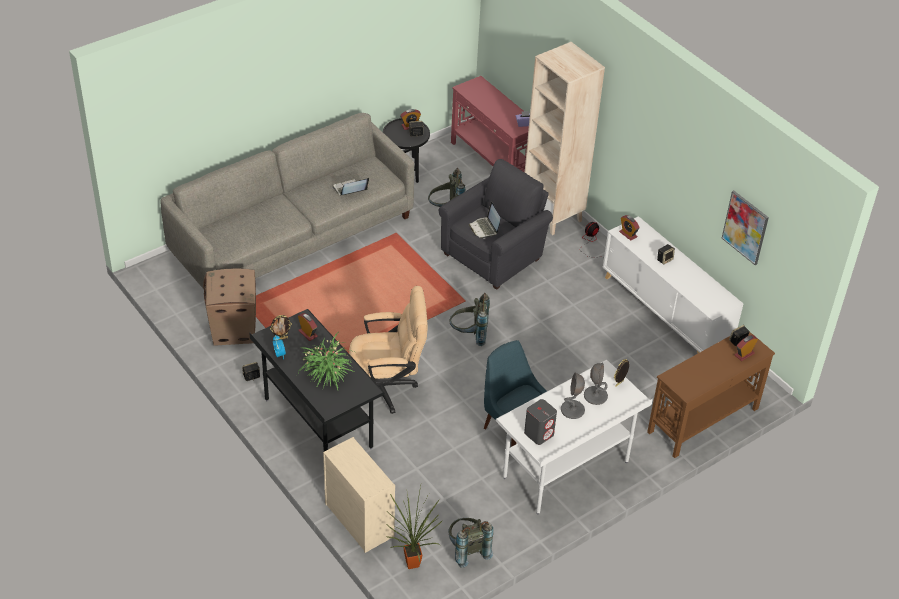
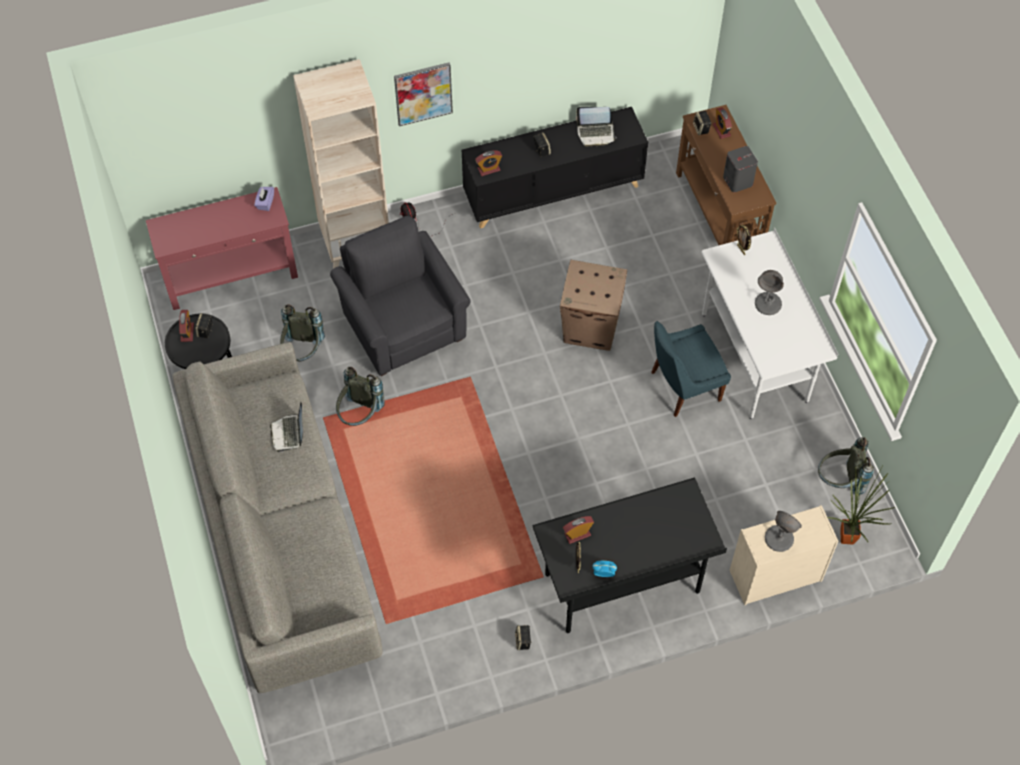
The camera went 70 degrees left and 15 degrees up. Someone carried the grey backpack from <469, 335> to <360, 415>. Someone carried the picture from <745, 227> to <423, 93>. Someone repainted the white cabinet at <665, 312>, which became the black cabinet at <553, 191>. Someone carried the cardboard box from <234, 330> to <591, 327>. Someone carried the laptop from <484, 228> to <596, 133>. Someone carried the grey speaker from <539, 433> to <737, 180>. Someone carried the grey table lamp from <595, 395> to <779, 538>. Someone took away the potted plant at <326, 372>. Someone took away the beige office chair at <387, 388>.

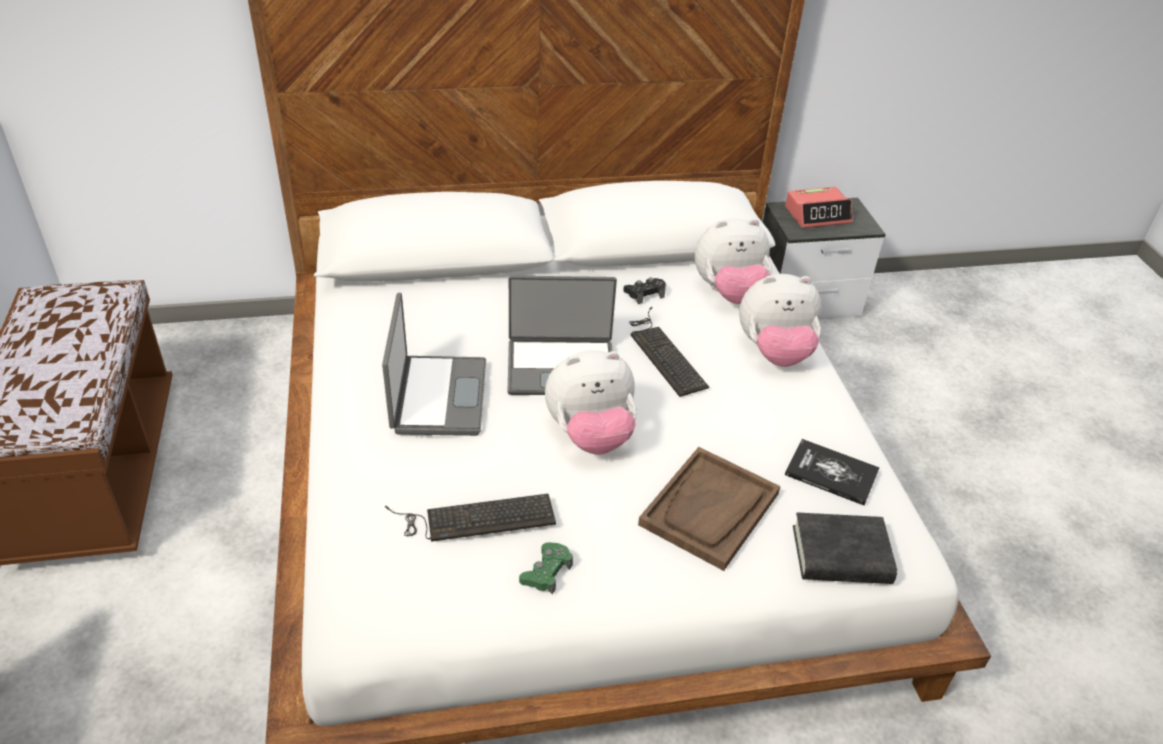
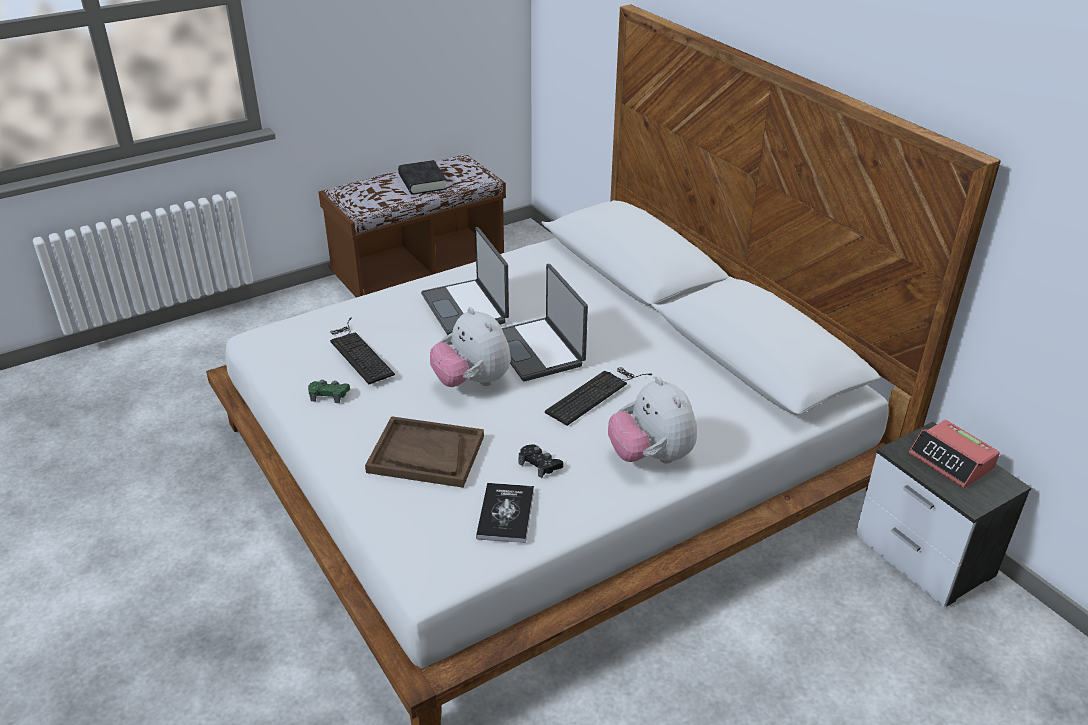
The camera went 70 degrees right and 5 degrees down. Someone carried the black book from <841, 555> to <422, 182>. Someone rotated the laptop at <437, 397> by 90 degrees clockwise. Someone carried the black game controller from <645, 294> to <540, 464>. Someone took away the plush toy at <729, 293>.

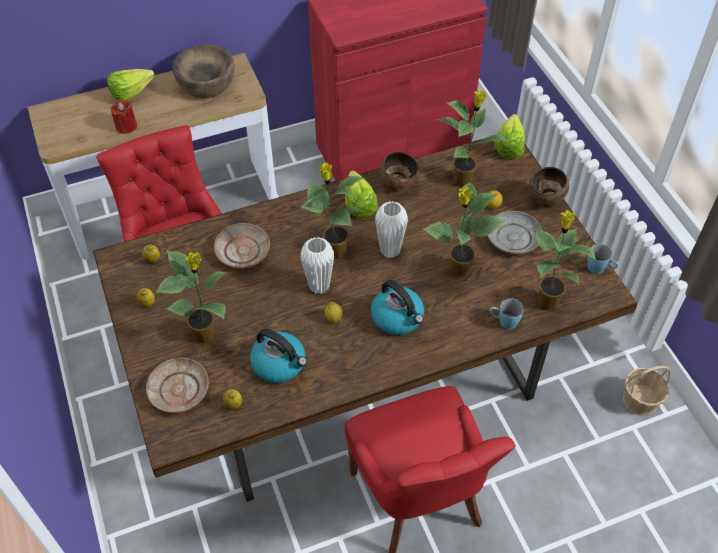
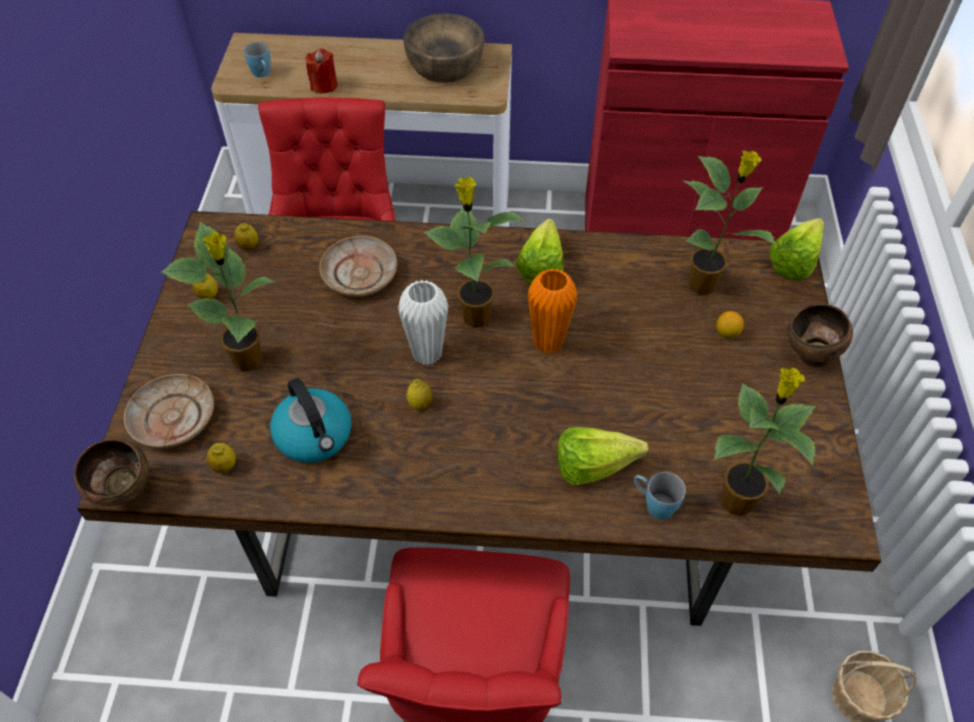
The camera went 25 degrees right and 0 degrees up. Someone carried the brown bowl from <399, 185> to <126, 492>. Someone carried the blue mug from <600, 269> to <263, 74>. Someone repainted the white vase at <390, 250>, which became the orange vase at <548, 342>. Someone carried the lettuce from <135, 92> to <600, 467>. Someone took away the kettle at <398, 318>. Someone took away the potted plant at <459, 270>. Someone took away the grey plate at <513, 238>.

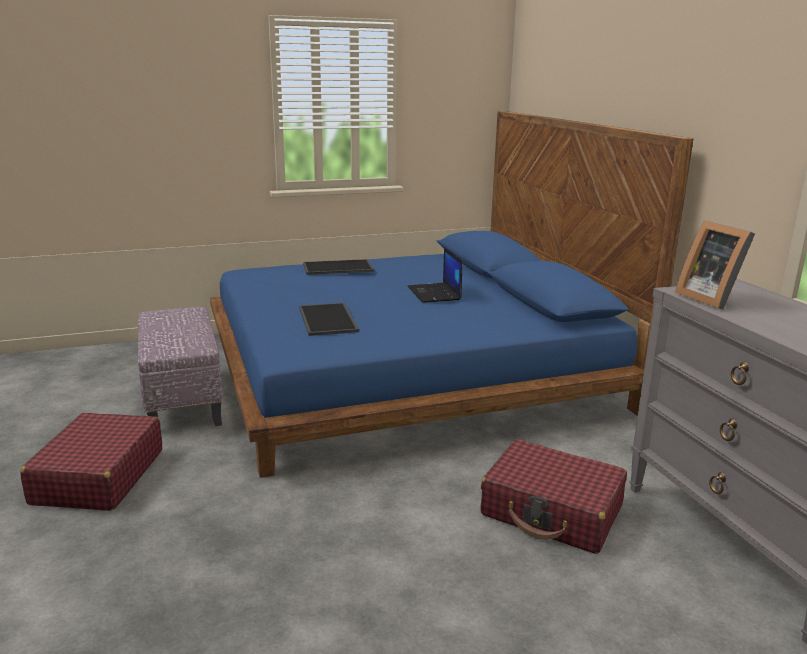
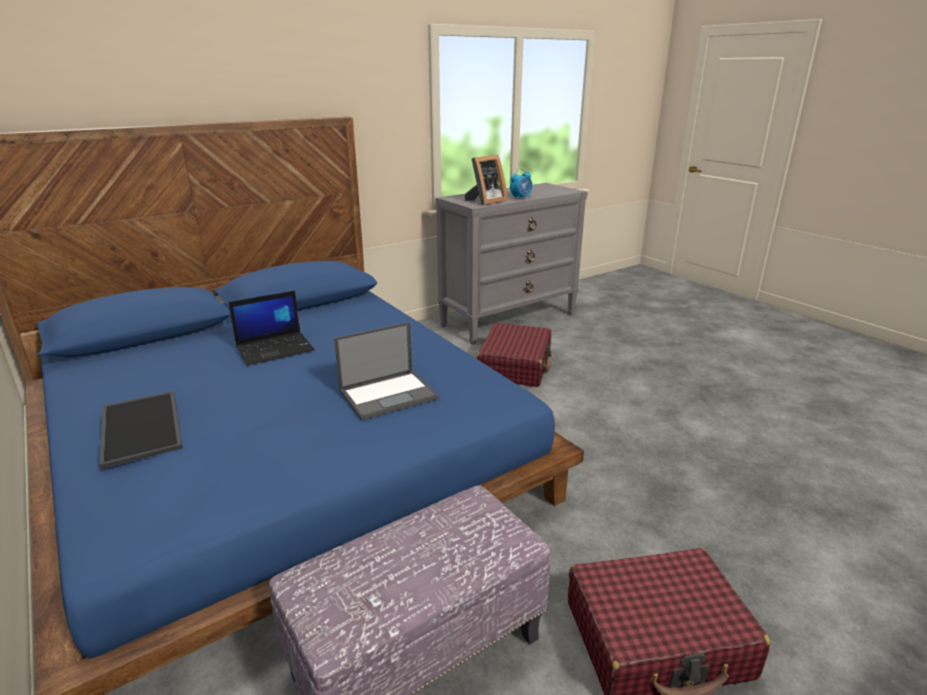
The camera went 105 degrees left and 5 degrees up. Someone swapped the tray at <329, 319> for the laptop at <389, 394>. Someone put down the alarm clock at <521, 198>.

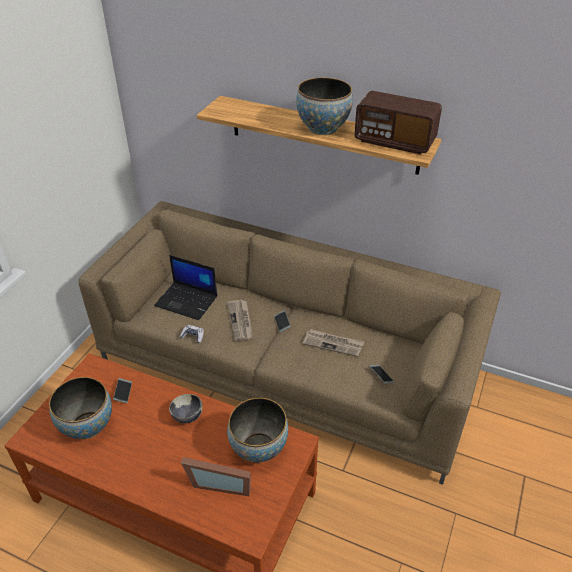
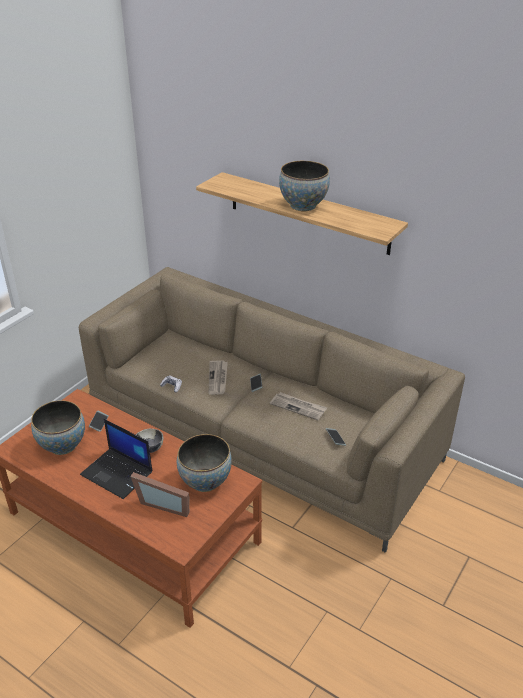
The camera went 10 degrees right and 5 degrees down. Someone carried the laptop from <187, 301> to <118, 473>. Someone took away the radio at <394, 141>.

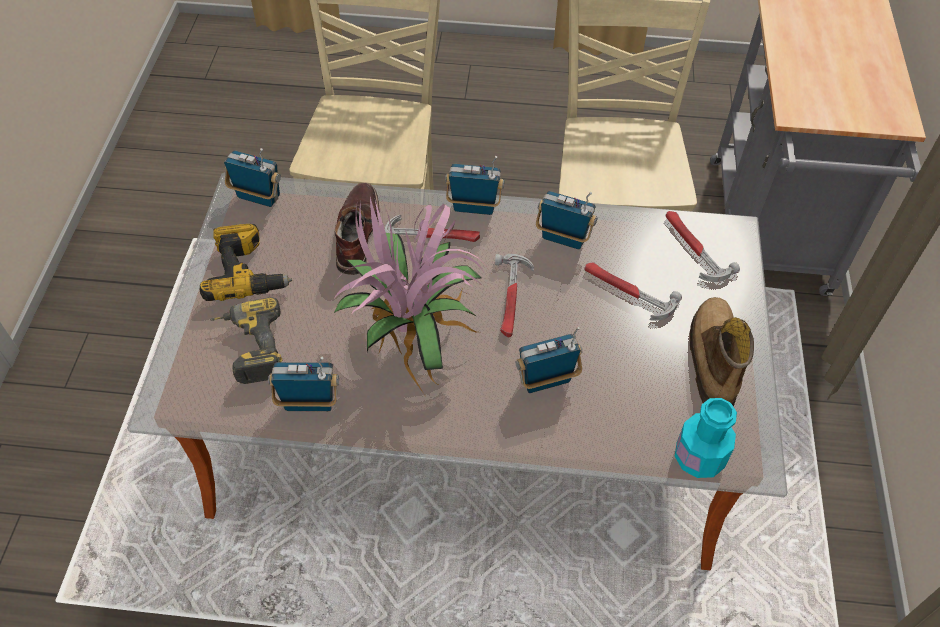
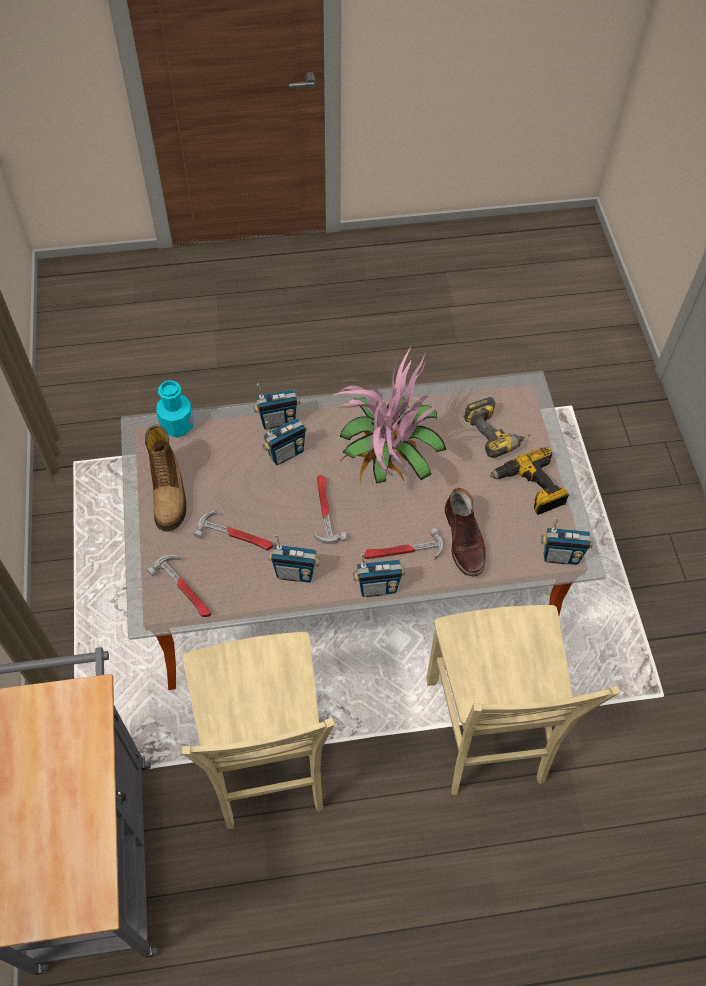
The camera went 165 degrees right and 5 degrees up. Someone carried the radio from <309, 404> to <278, 421>.

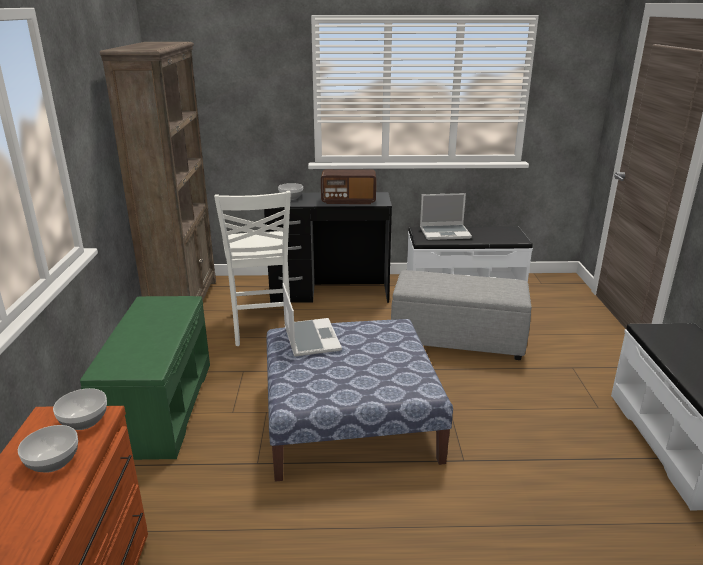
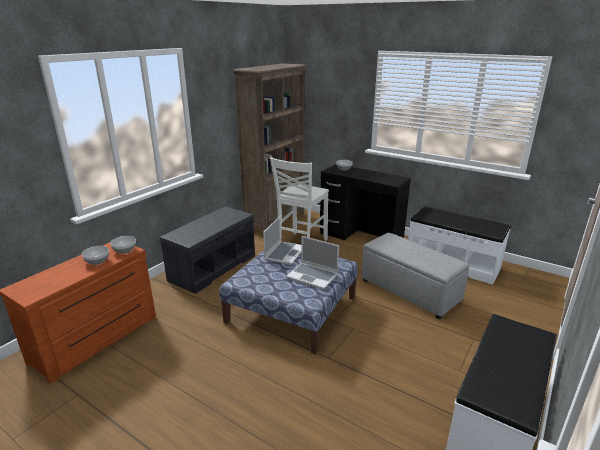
The camera went 35 degrees right and 0 degrees up. Someone repainted the green bench at <159, 406>, which became the grey bench at <213, 267>. Someone carried the laptop from <445, 233> to <313, 276>. Someone took away the radio at <348, 201>.

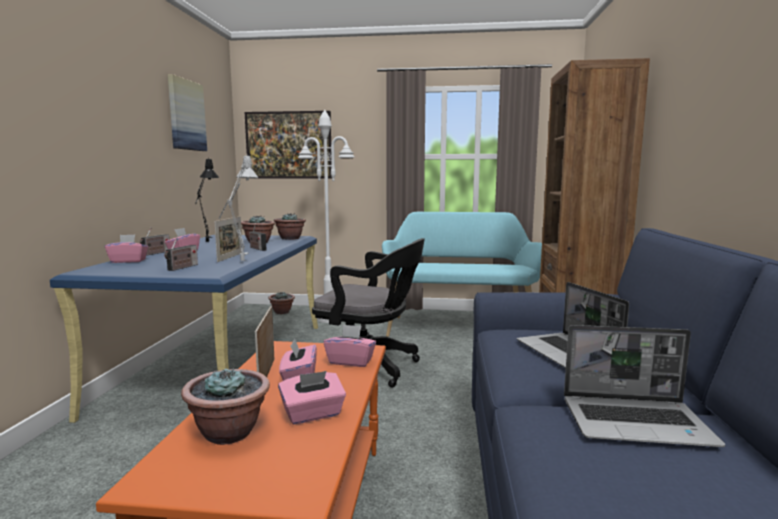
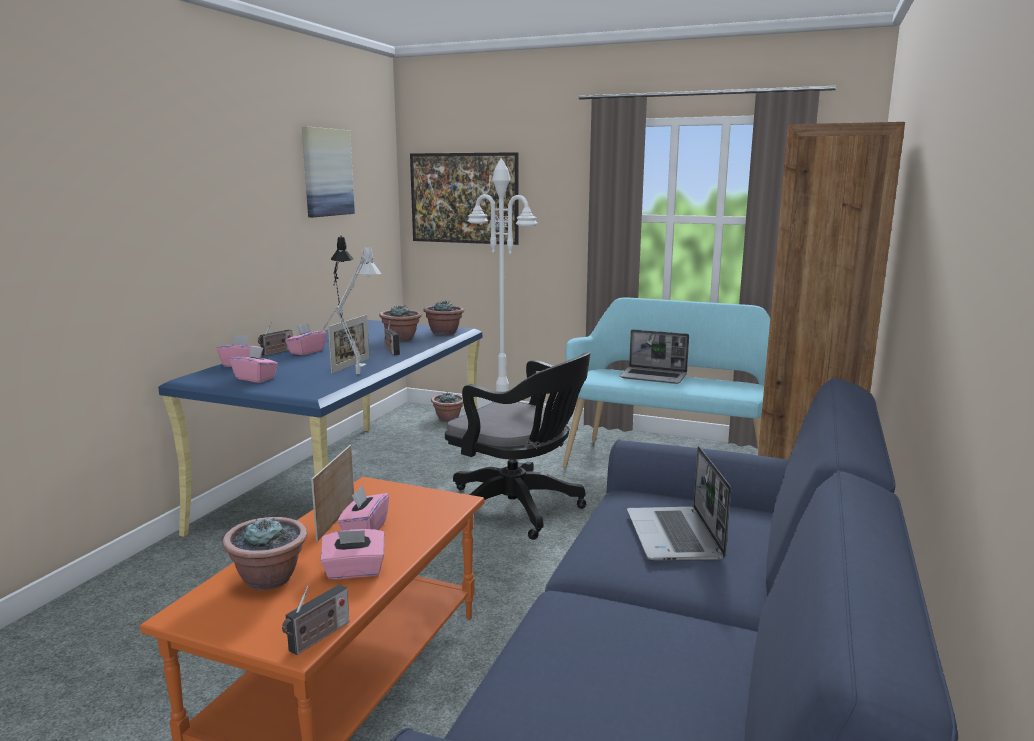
The camera went 15 degrees right and 5 degrees up. Someone carried the pink tissue box from <350, 361> to <255, 378>. Someone carried the radio from <182, 267> to <317, 638>. Someone carried the laptop from <637, 422> to <654, 377>.

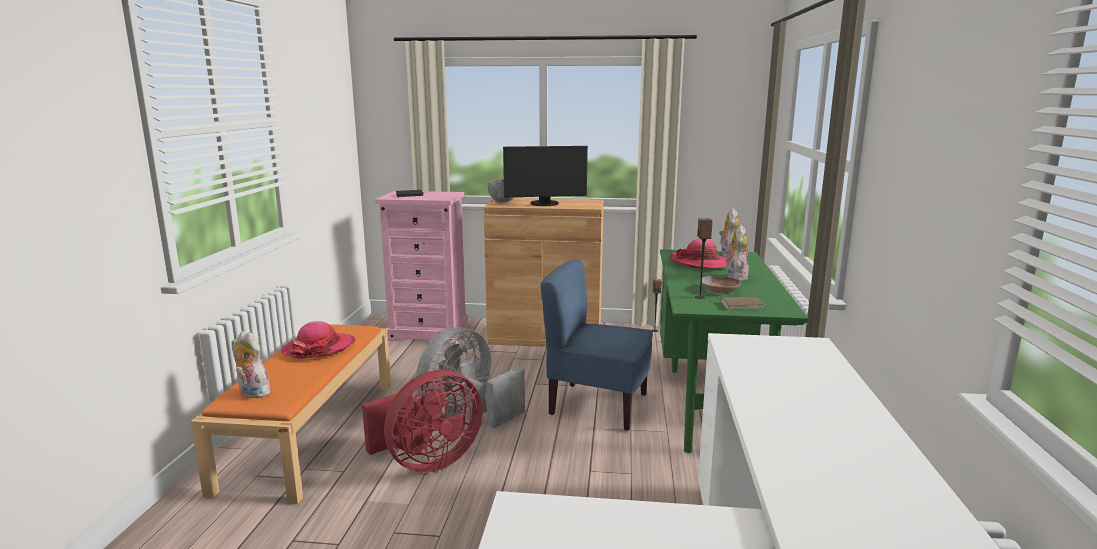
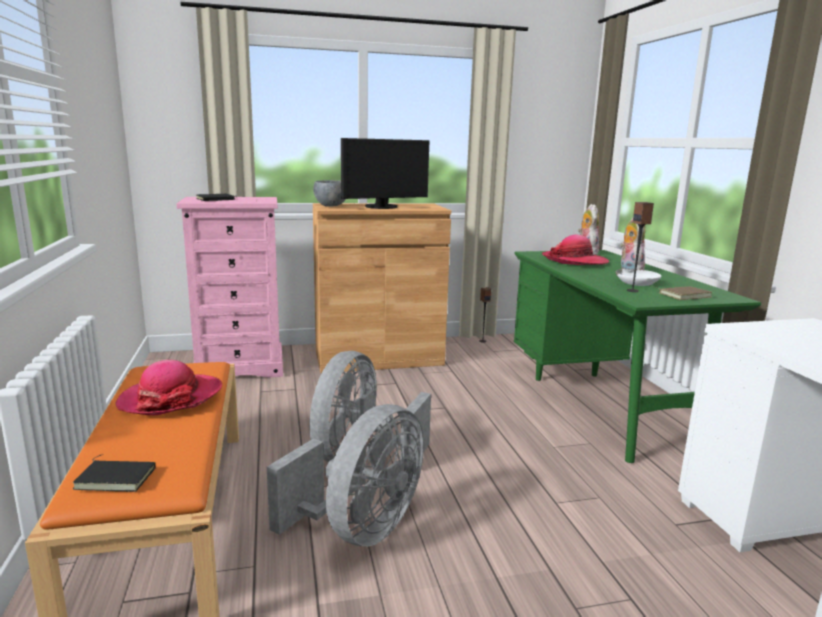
The camera went 20 degrees left and 0 degrees up. Someone swapped the plush toy at <252, 393> for the black book at <117, 478>. Someone repainted the red fan at <427, 462>, which became the grey fan at <360, 530>. Someone repainted the brown bowl at <720, 290>, which became the white bowl at <638, 283>. Someone took away the blue chair at <598, 405>.

